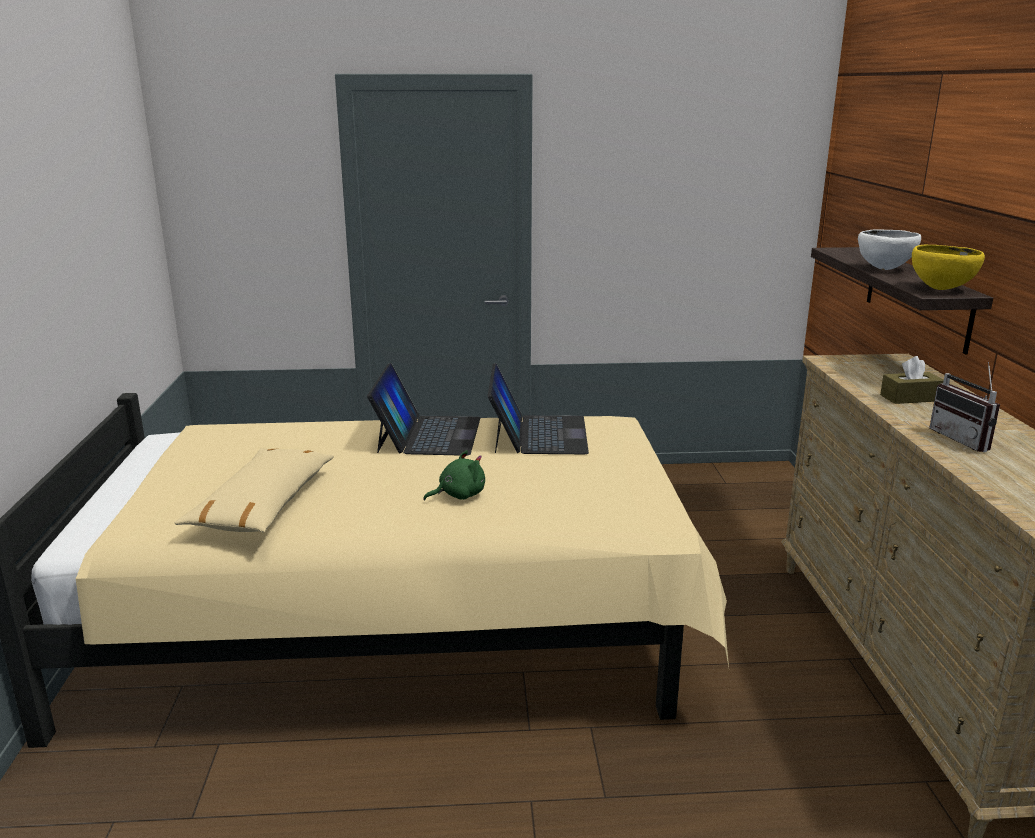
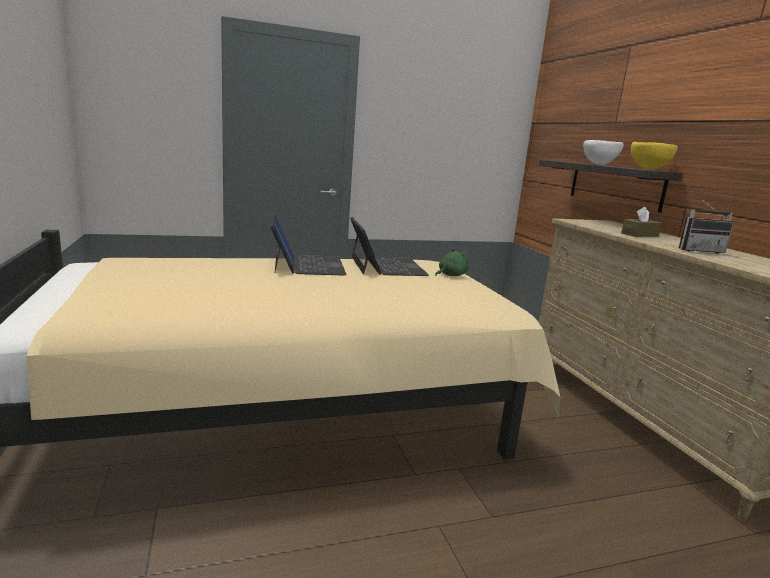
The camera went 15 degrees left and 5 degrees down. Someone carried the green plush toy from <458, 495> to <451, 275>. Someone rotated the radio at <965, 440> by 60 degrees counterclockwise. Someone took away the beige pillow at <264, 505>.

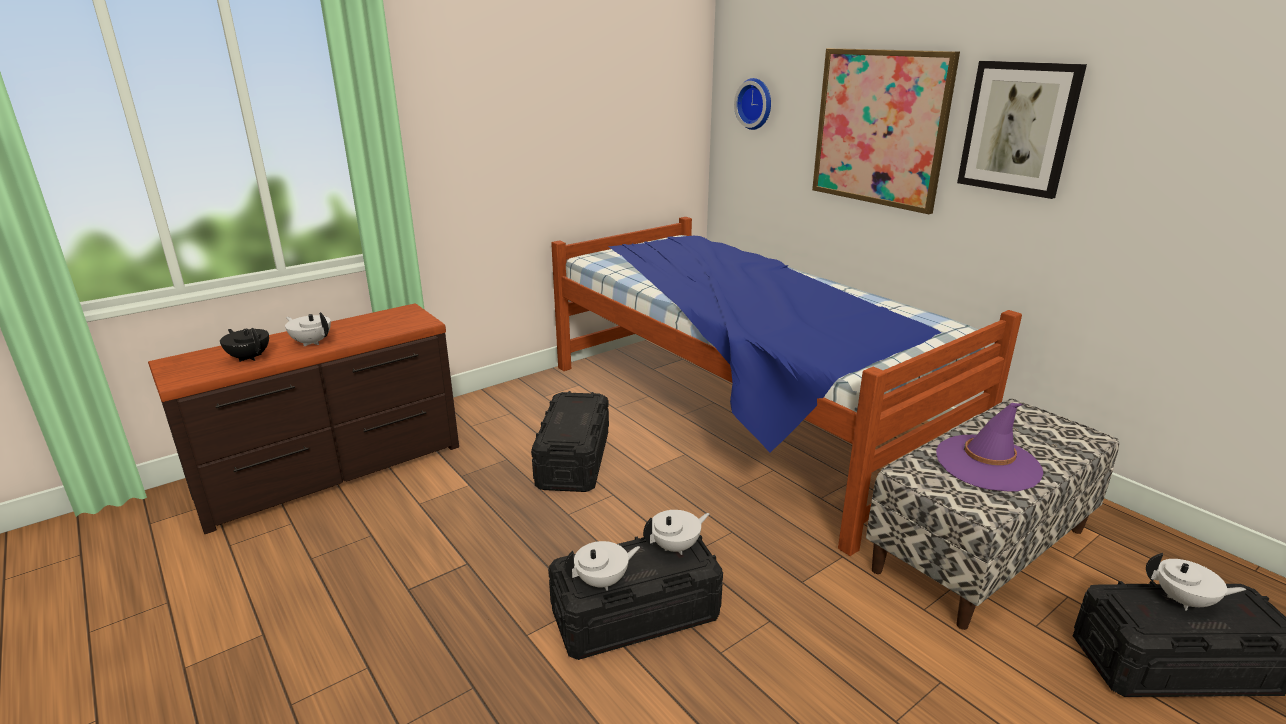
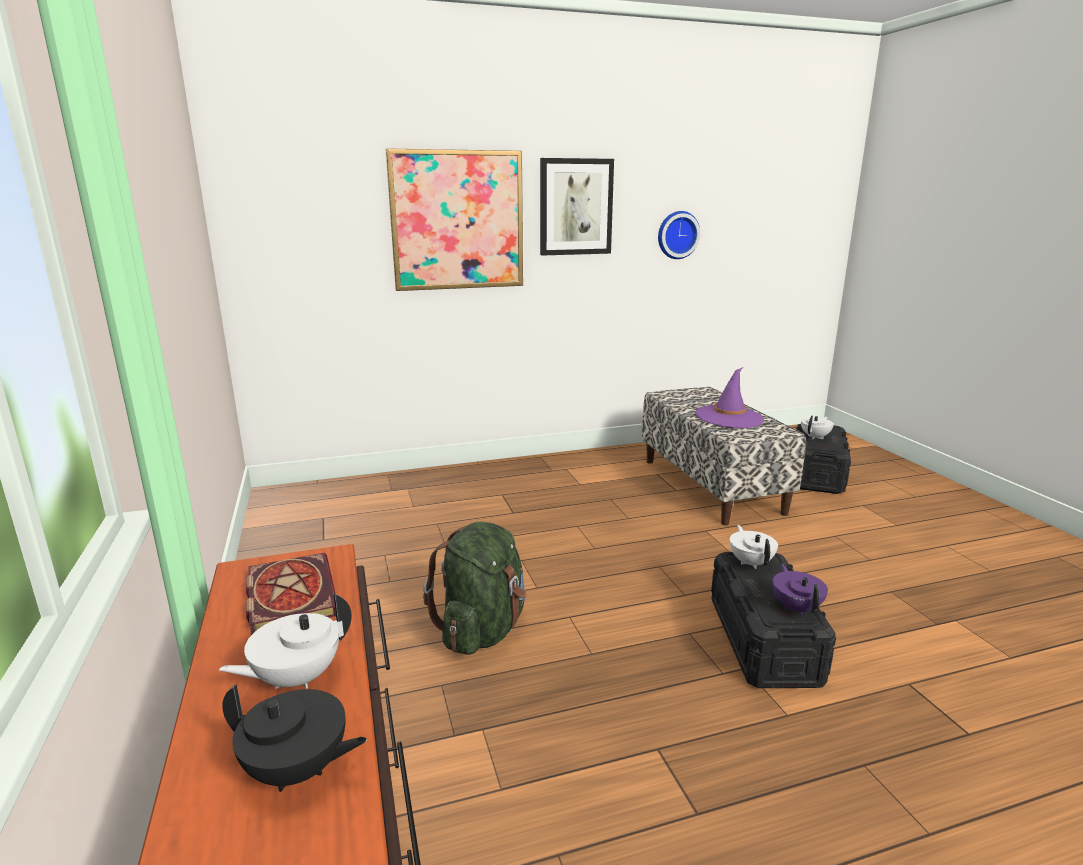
The camera went 70 degrees left and 5 degrees down. Someone rotated the black teapot at <249, 357> by 135 degrees counterclockwise. Someone put down the book at <289, 595>. Someone swapped the black storage box at <574, 459> for the green backpack at <482, 630>. Someone carried the wall clock from <756, 103> to <677, 235>. Someone repainted the white teapot at <603, 581>, which became the purple teapot at <796, 607>. Someone took away the bed at <742, 413>.

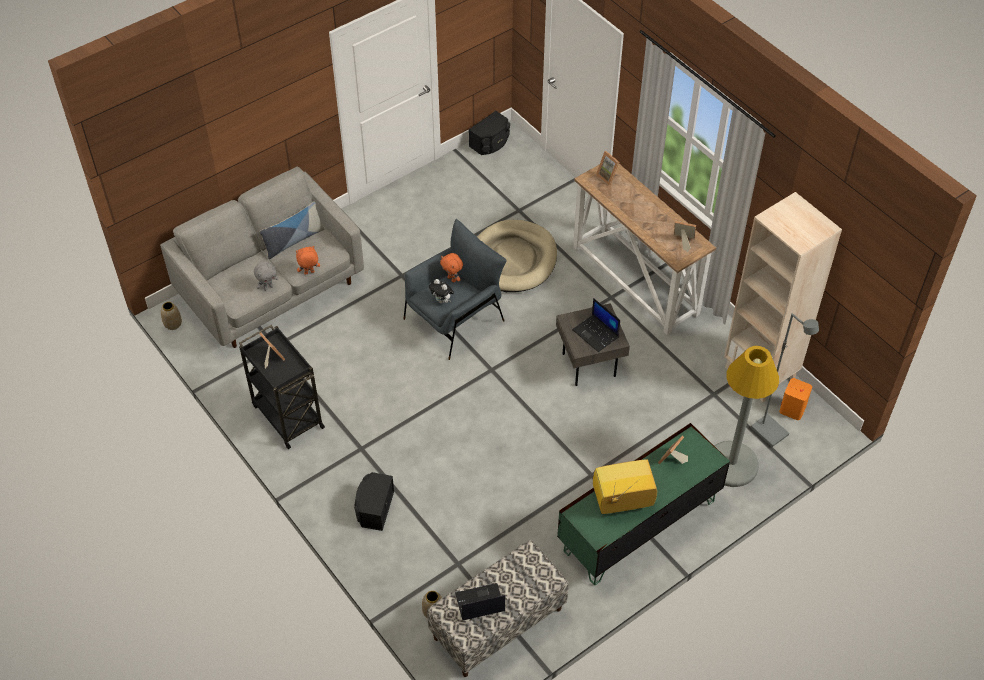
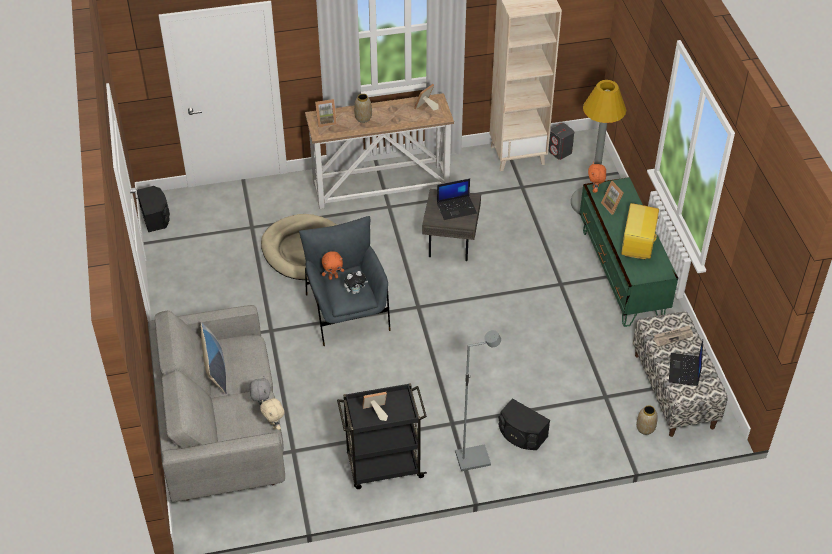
The camera went 65 degrees left and 5 degrees down. Someone put down the beige plush toy at <274, 425>. Someone carried the vase from <173, 324> to <363, 118>. Someone carried the grey floor lamp from <770, 431> to <473, 458>. Someone repainted the orange speaker at <792, 409>, which became the grey speaker at <560, 152>. Someone carried the orange plush toy from <309, 273> to <595, 190>. Someone put down the newspaper at <673, 336>.

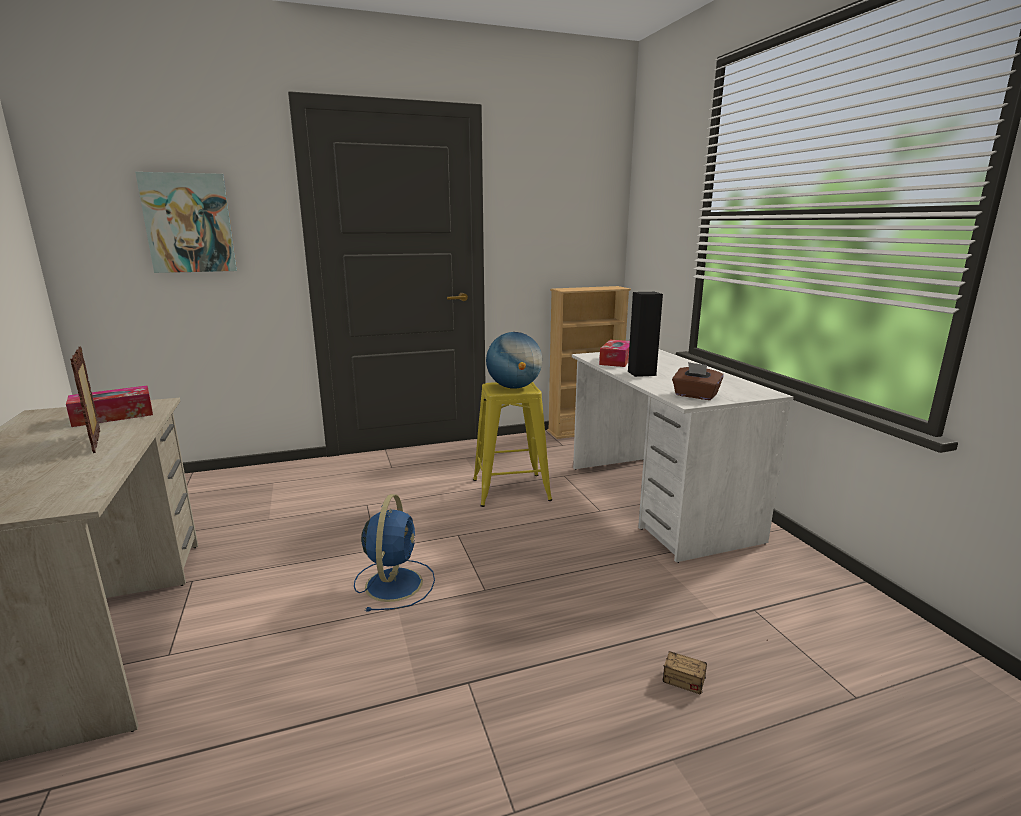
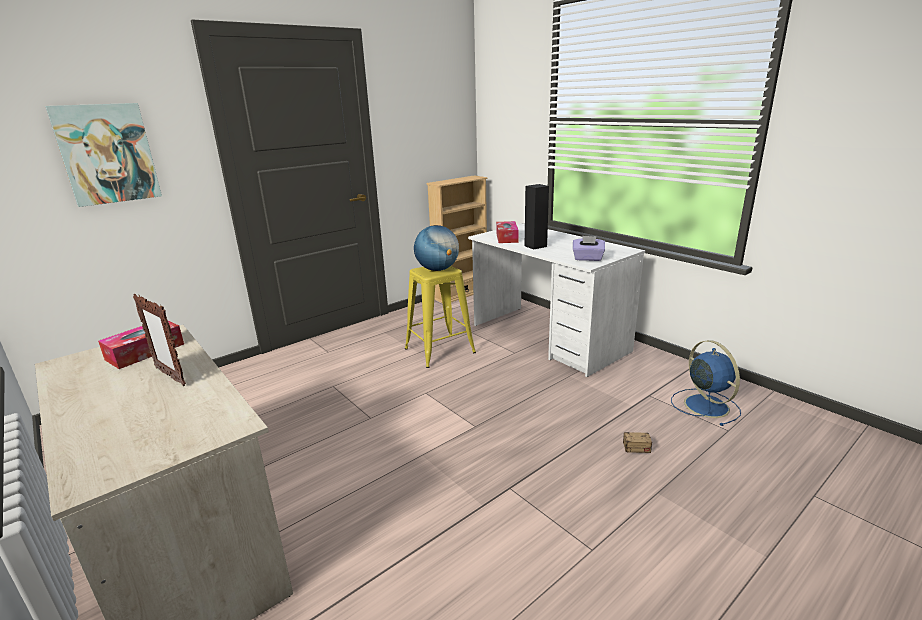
The camera went 20 degrees left and 5 degrees up. Someone repainted the brown tissue box at <695, 395>, which became the purple tissue box at <587, 258>. Someone carried the blue fan from <394, 583> to <704, 405>.

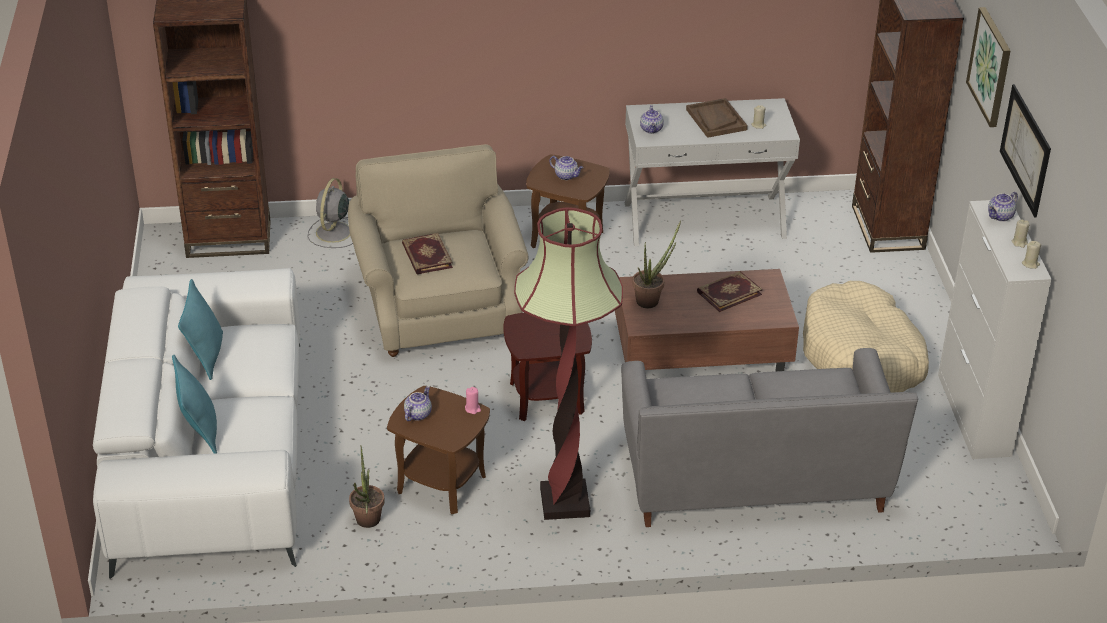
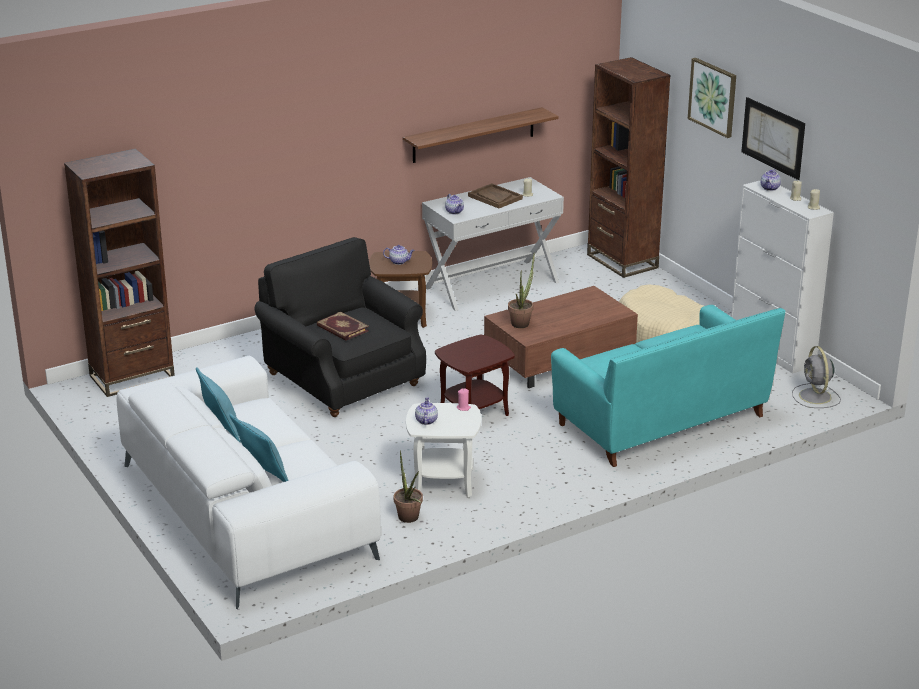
The camera went 25 degrees left and 10 degrees down. Someone repainted the beige armchair at <439, 307>, which became the black armchair at <342, 379>. Someone put up the shelf at <473, 135>. Someone repainted the brown side table at <441, 484>, which became the white side table at <443, 482>. Someone repainted the grey sofa at <753, 478>, which became the turquoise sofa at <661, 420>. Someone carried the grey fan from <333, 233> to <815, 397>. Someone took away the floor lamp at <564, 502>. Someone took away the book at <728, 293>.

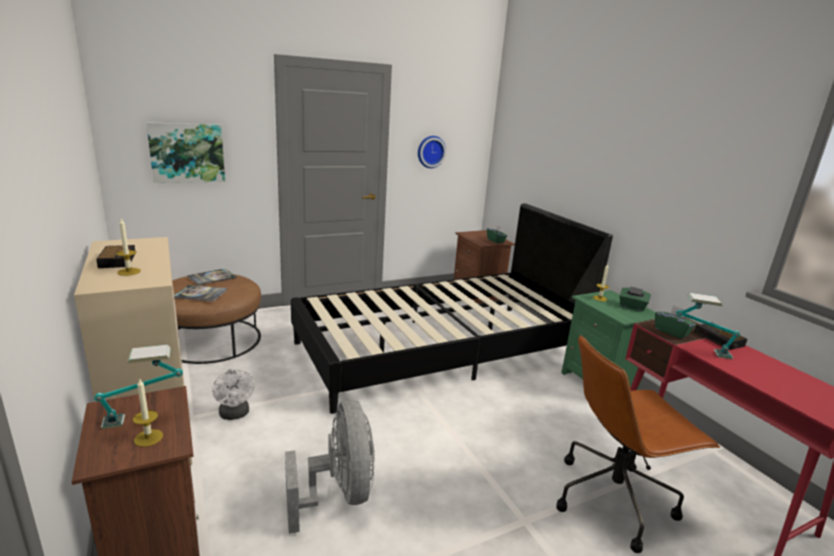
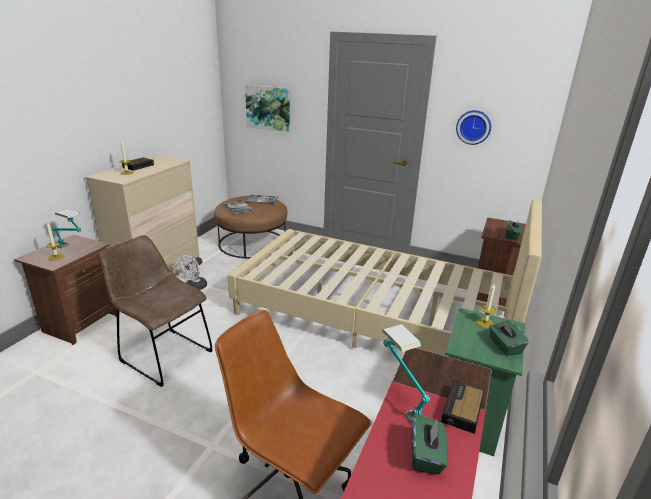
The camera went 50 degrees right and 5 degrees up. Someone swapped the grey fan at <338, 494> for the brown chair at <163, 354>. Someone repainted the black bed at <441, 350>, which became the beige bed at <374, 315>. Someone carried the green tissue box from <672, 332> to <426, 455>.

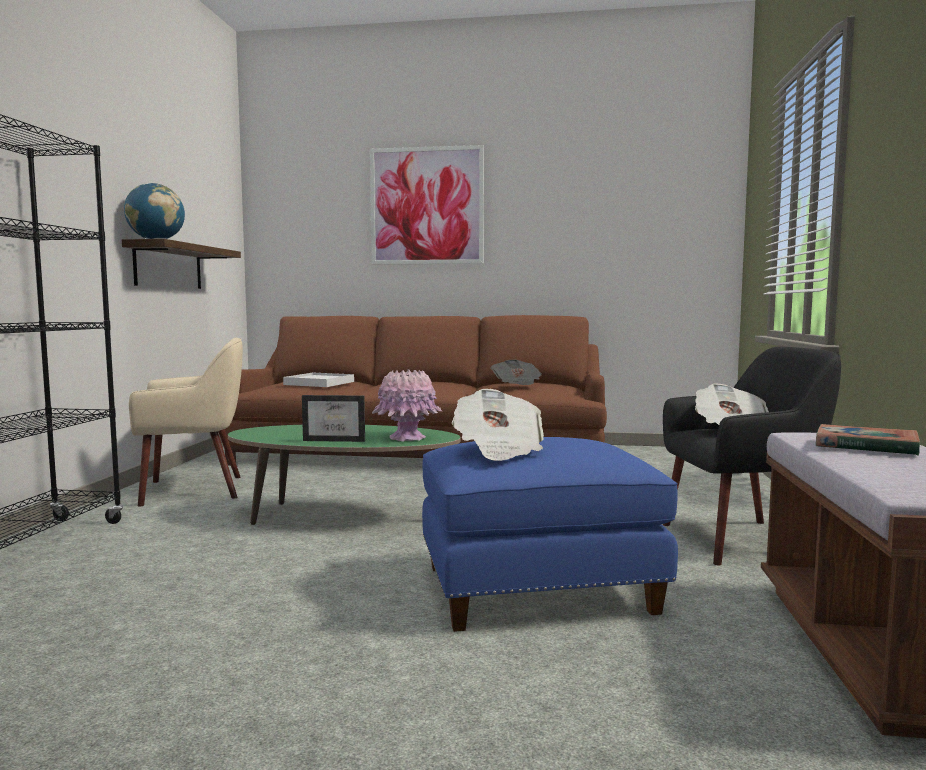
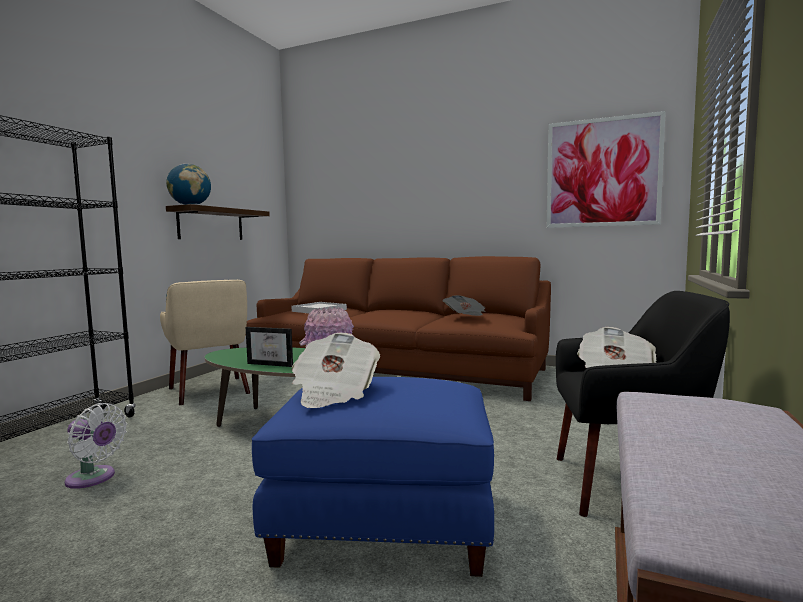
The camera went 15 degrees right and 0 degrees up. Someone put down the white fan at <93, 478>. Someone rotated the beige armchair at <195, 490> by 60 degrees clockwise. Someone carried the picture from <427, 206> to <602, 172>. Someone took away the book at <865, 446>.

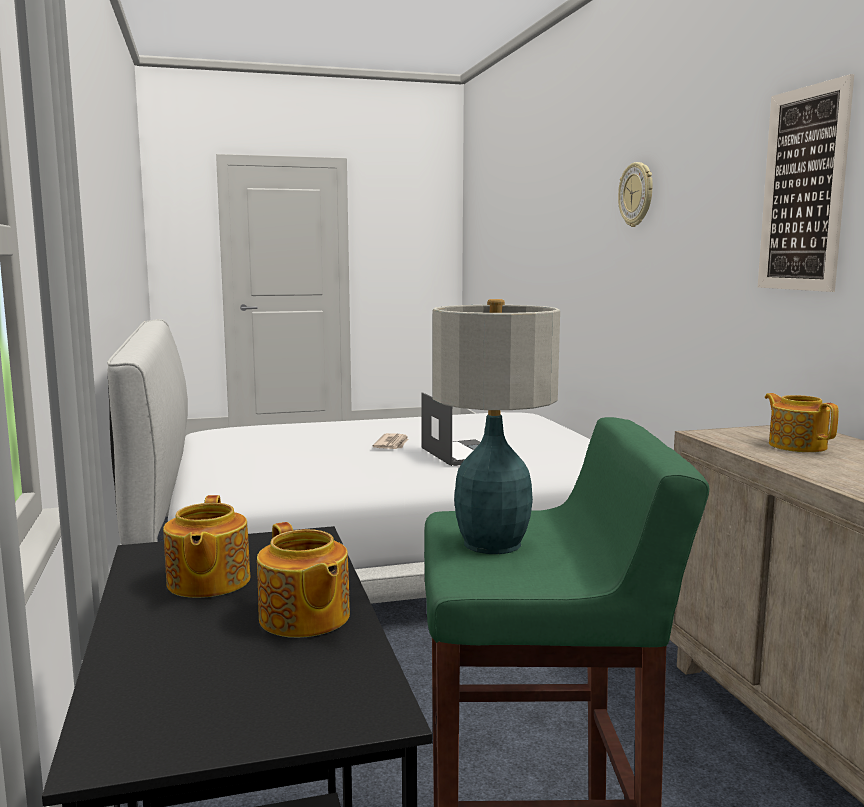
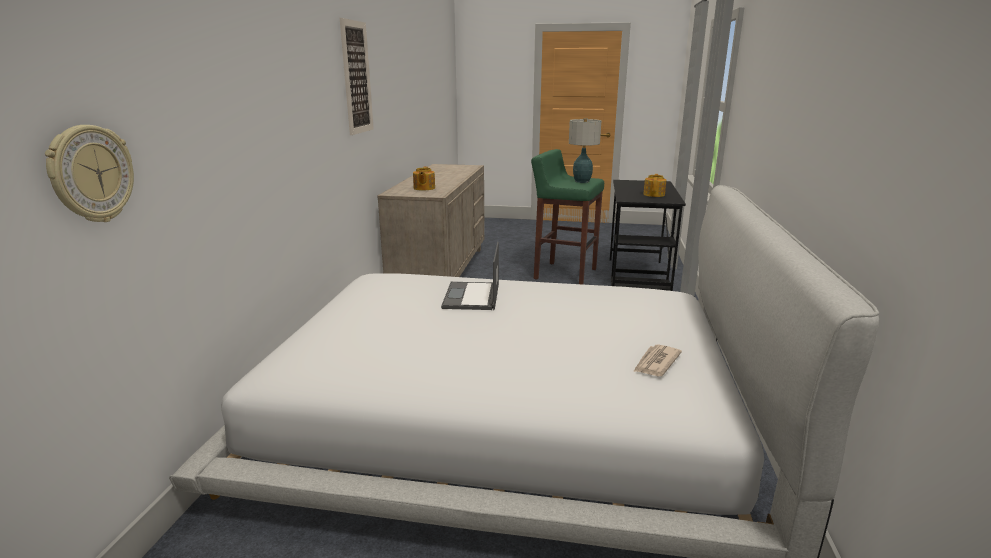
The camera went 155 degrees left and 10 degrees up. Someone carried the wall clock from <637, 194> to <91, 174>. Someone carried the newspaper from <392, 444> to <655, 363>. Someone took away the teapot at <304, 618>.

